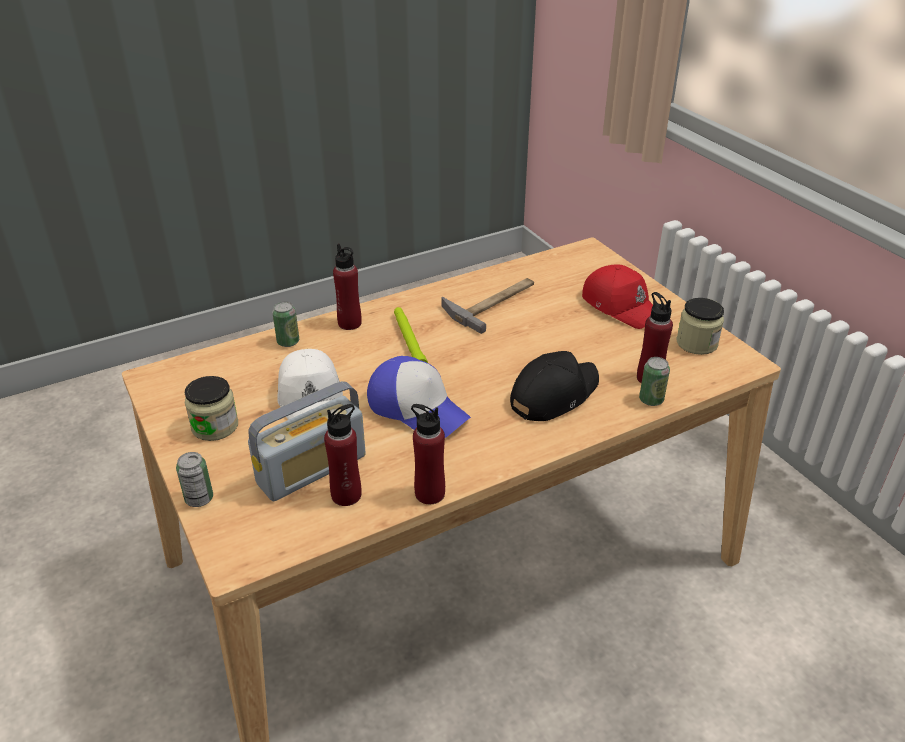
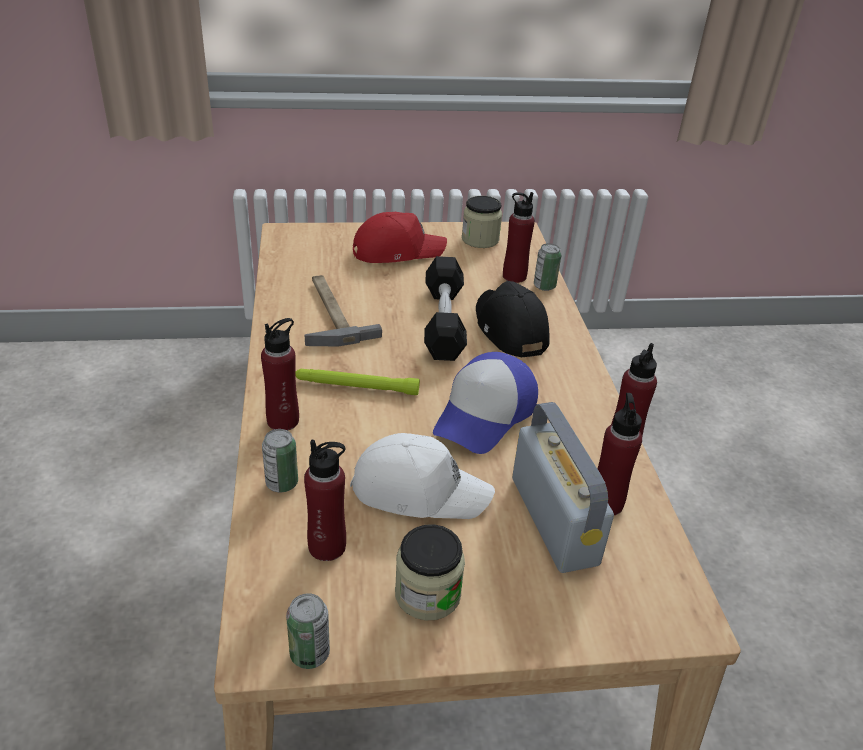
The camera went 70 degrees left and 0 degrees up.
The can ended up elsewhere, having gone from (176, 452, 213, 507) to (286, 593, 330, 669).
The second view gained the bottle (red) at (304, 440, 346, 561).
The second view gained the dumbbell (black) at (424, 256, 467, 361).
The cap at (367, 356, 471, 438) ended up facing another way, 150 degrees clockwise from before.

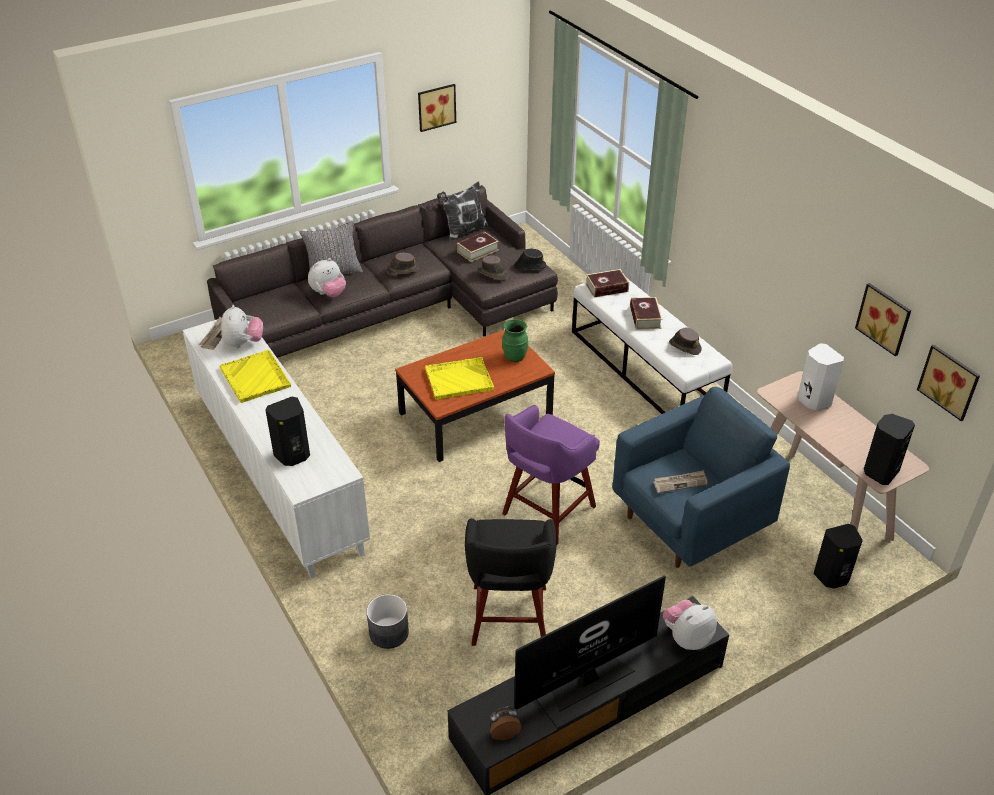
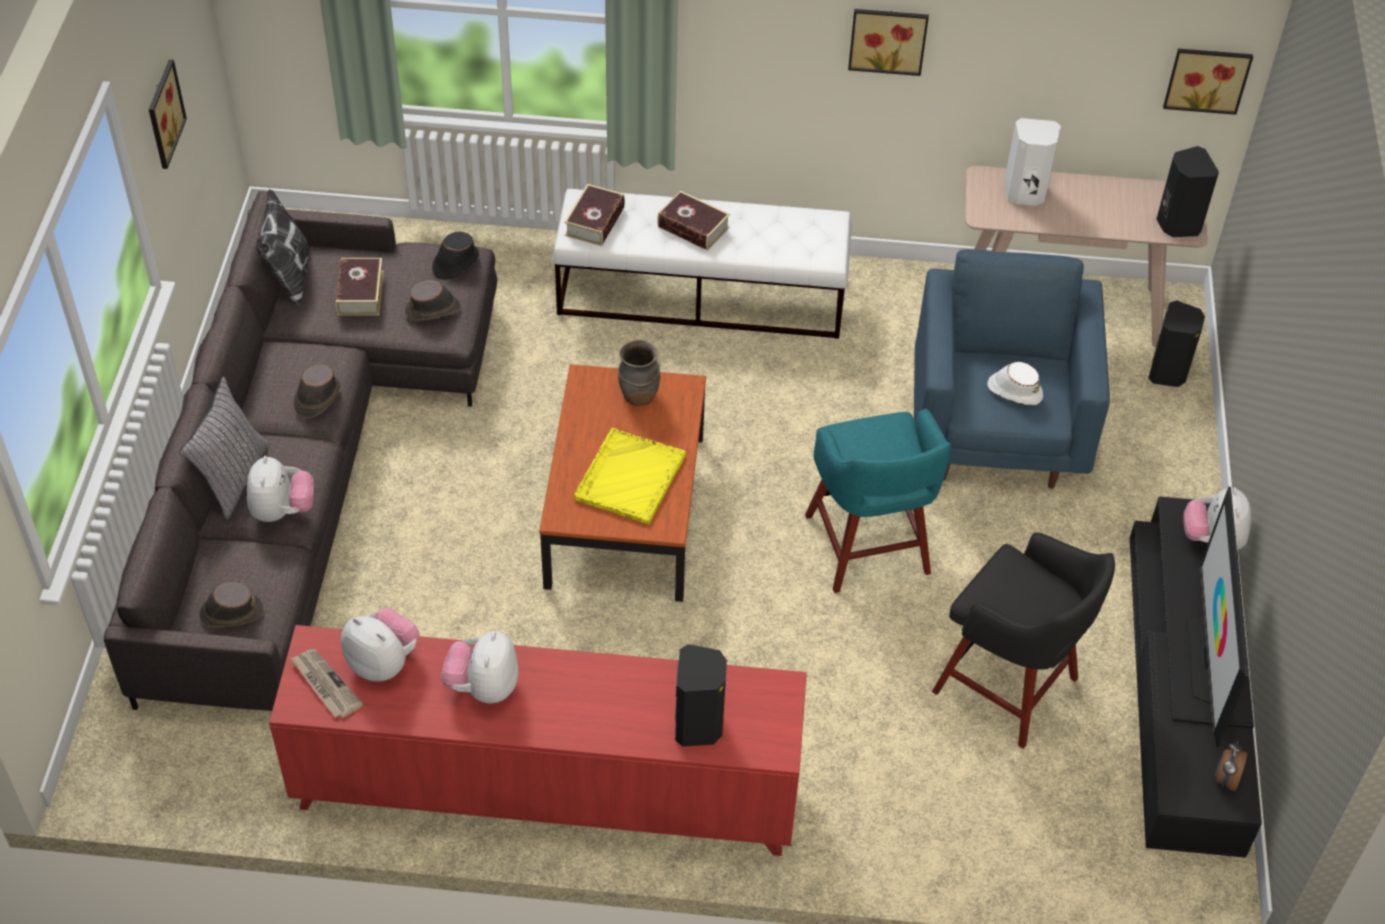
The camera went 55 degrees left and 10 degrees up.
The hat (brown) ended up elsewhere, having gone from (669, 328, 702, 355) to (199, 582, 263, 627).
What was the cabinet (white) at (183, 311, 370, 578) turned into the cabinet (red) at (269, 625, 807, 856).
Where the tray (yellow) stood at (219, 350, 291, 403), the plush toy came to stand at (441, 631, 518, 703).
What was the vase (green) at (502, 319, 528, 362) turned into the vase (brown) at (618, 339, 660, 406).
What was the stool (purple) at (502, 405, 600, 545) turned into the stool (turquoise) at (805, 408, 951, 593).
The picture ended up elsewhere, having gone from (855, 283, 911, 356) to (848, 9, 929, 76).
Where the newspaper stood at (653, 470, 707, 493), the hat (white) came to stand at (987, 362, 1043, 405).
The second view lost the planter (grey) at (366, 594, 409, 649).

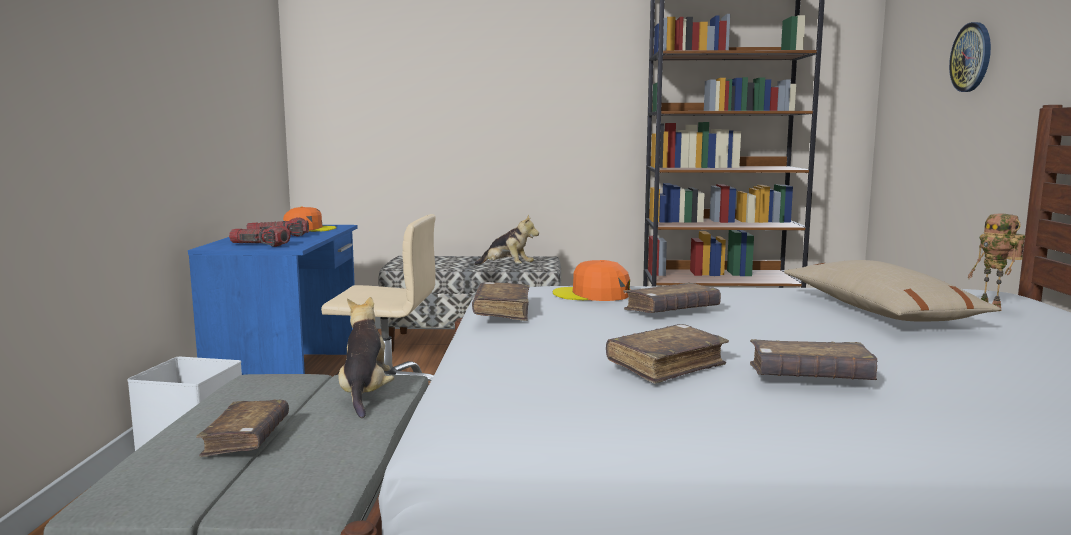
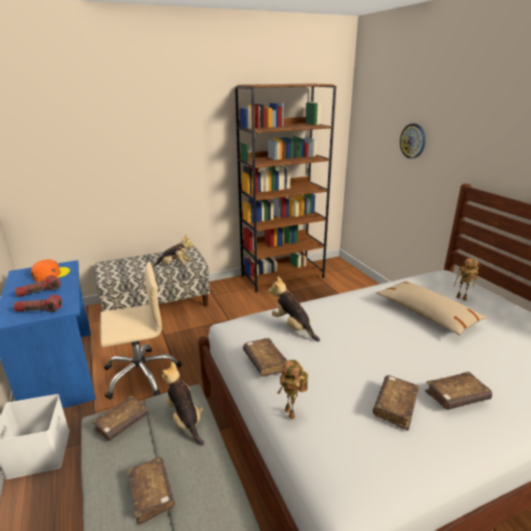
The camera went 25 degrees left and 15 degrees up.
The book (brown) ended up elsewhere, having gone from (623, 283, 721, 313) to (92, 395, 149, 441).
Where the cap (orange) stood at (553, 260, 630, 301), the plush toy came to stand at (268, 276, 320, 342).
The second view gained the toy robot at (277, 360, 308, 419).

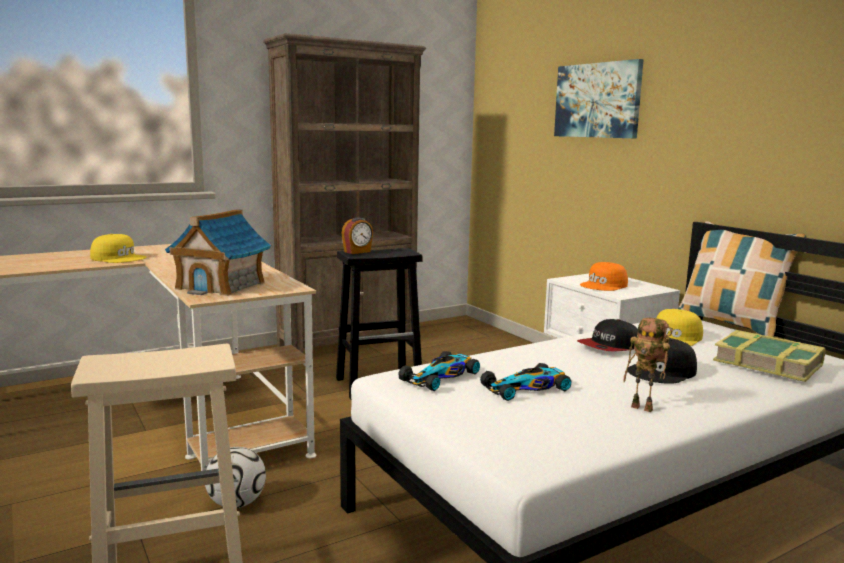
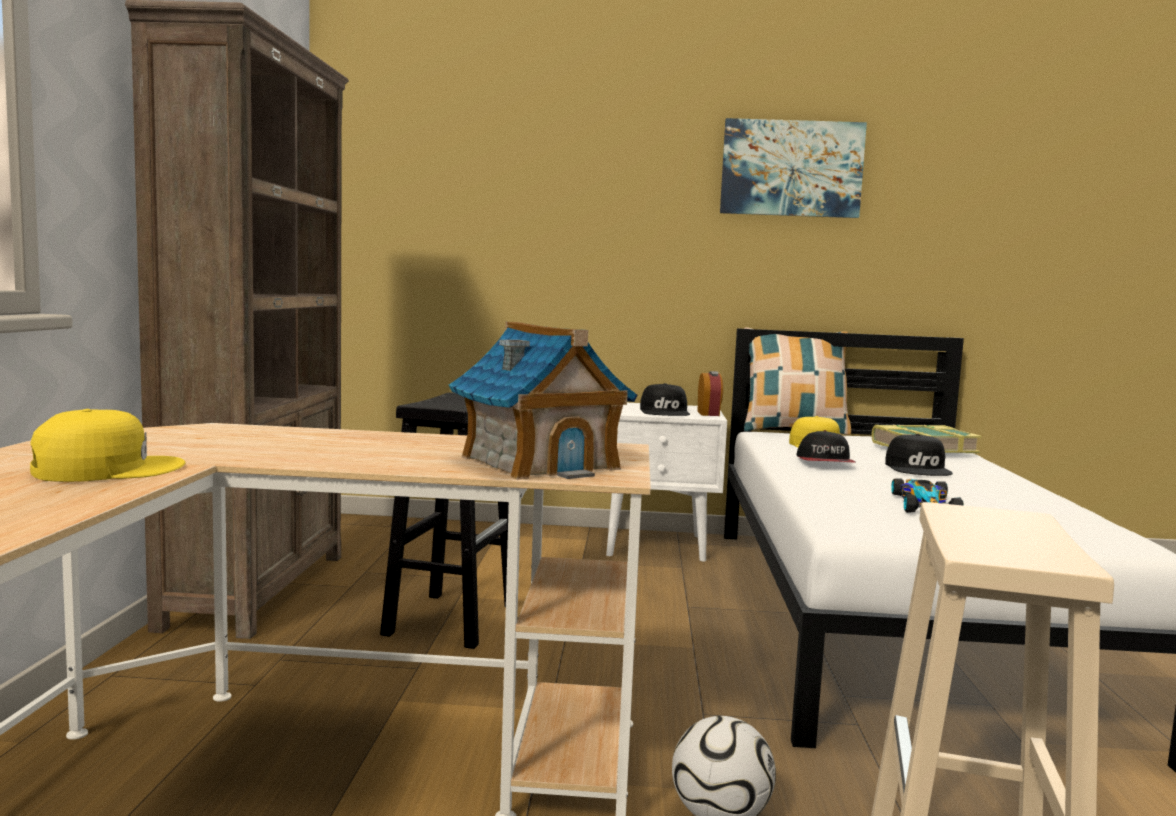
The camera went 55 degrees left and 5 degrees down.
What was the cap (orange) at (580, 262, 628, 291) turned into the cap (black) at (640, 383, 690, 416).
The alarm clock ended up elsewhere, having gone from (341, 217, 373, 254) to (698, 371, 723, 416).
The picture ended up elsewhere, having gone from (554, 59, 644, 138) to (720, 118, 867, 218).
The second view lost the toy car at (398, 351, 480, 391).
The second view lost the toy robot at (623, 318, 672, 412).

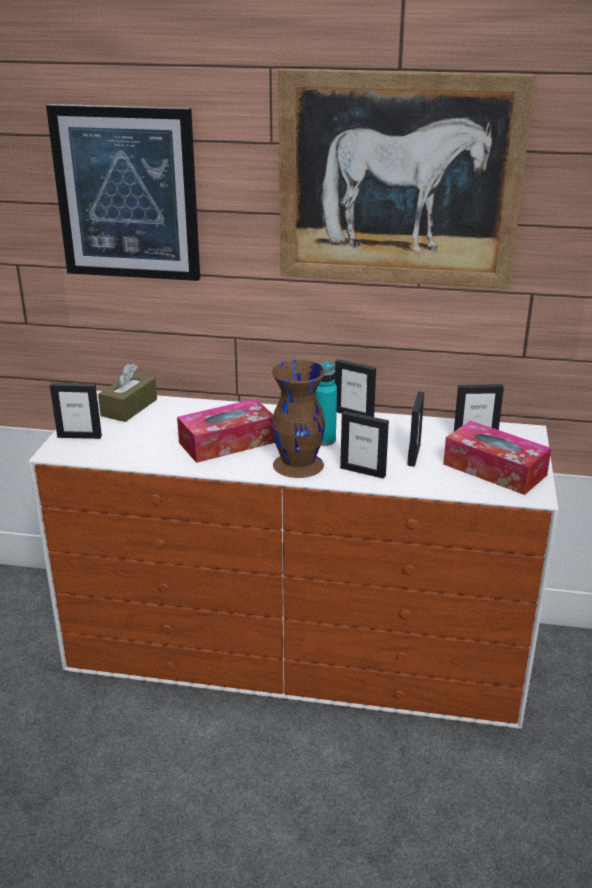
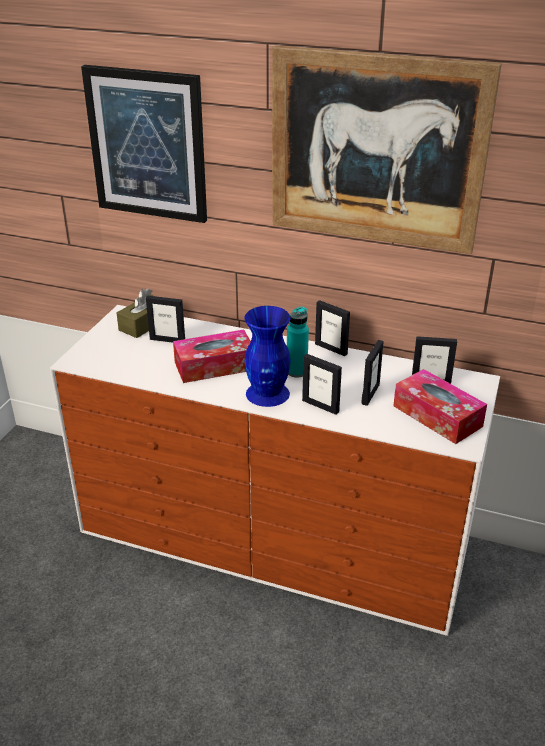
The camera went 10 degrees right and 5 degrees up.
The picture frame ended up elsewhere, having gone from (50, 383, 102, 439) to (146, 296, 185, 343).
What was the vase (brown) at (272, 360, 325, 478) turned into the vase (blue) at (244, 306, 291, 407).

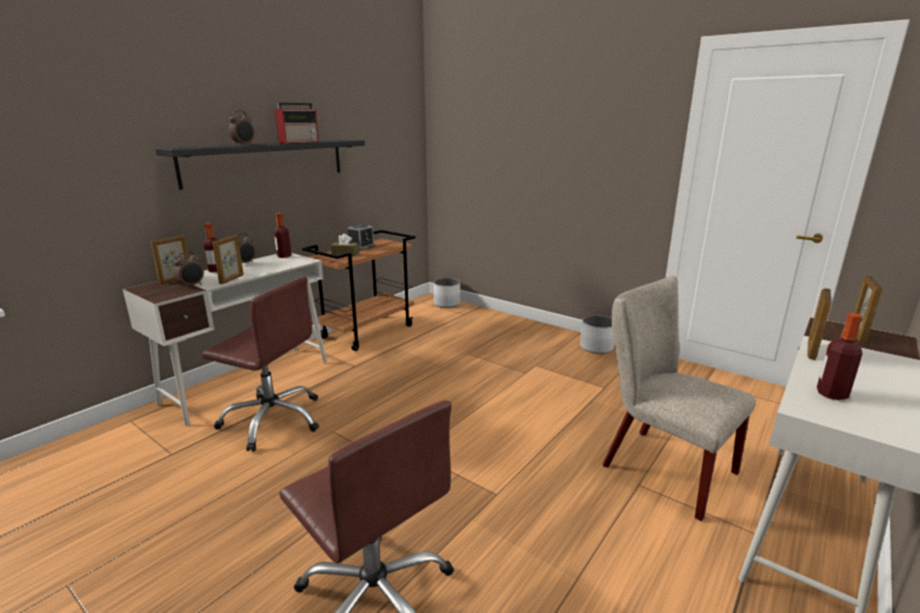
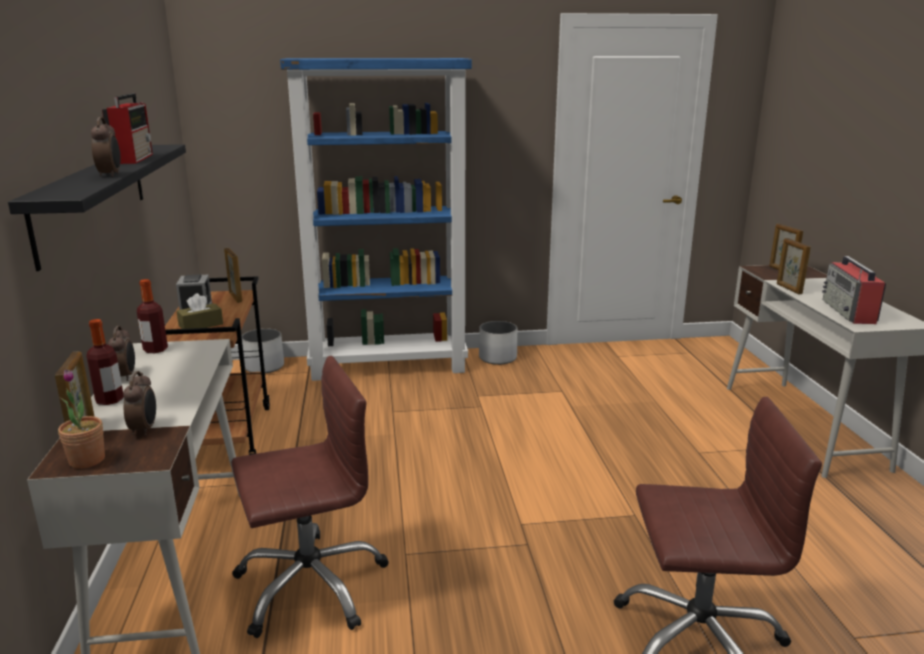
The camera went 45 degrees left and 0 degrees up.
The second view gained the potted plant at (58, 369, 105, 469).
The picture frame ended up elsewhere, having gone from (212, 235, 244, 284) to (224, 248, 242, 303).
The second view gained the bookcase (blue) at (280, 58, 472, 381).
Where the bottle stood at (817, 313, 863, 400), the radio came to stand at (822, 256, 886, 324).
The second view lost the chair (beige) at (603, 276, 756, 521).

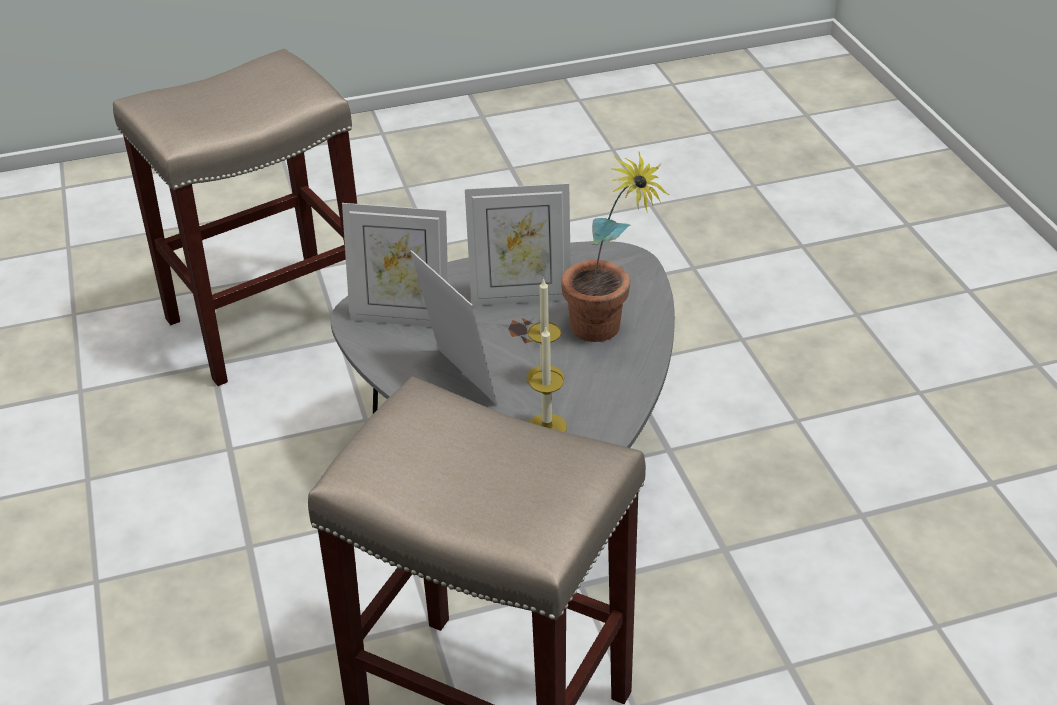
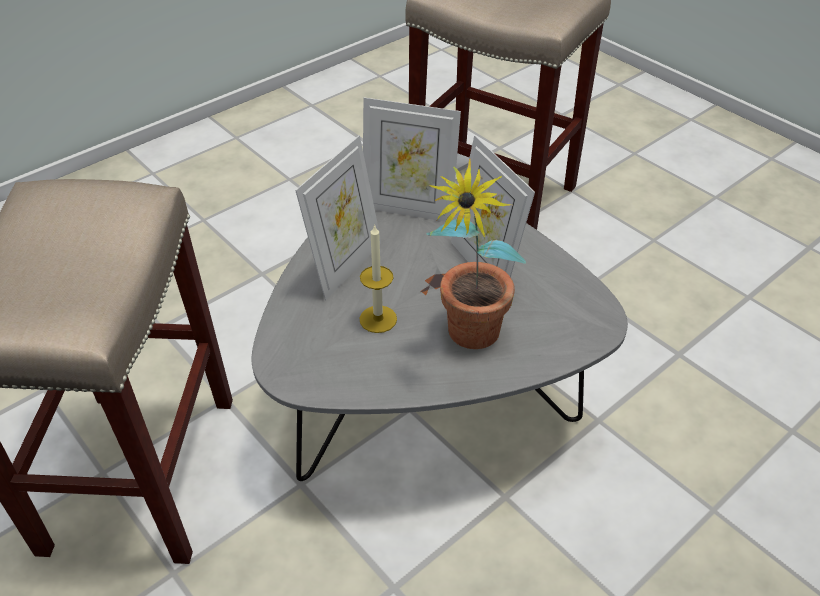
The camera went 65 degrees right and 5 degrees up.
The picture frame at (342, 203, 448, 327) ended up facing another way, 60 degrees counterclockwise from before.
The second view lost the candle at (529, 326, 567, 432).

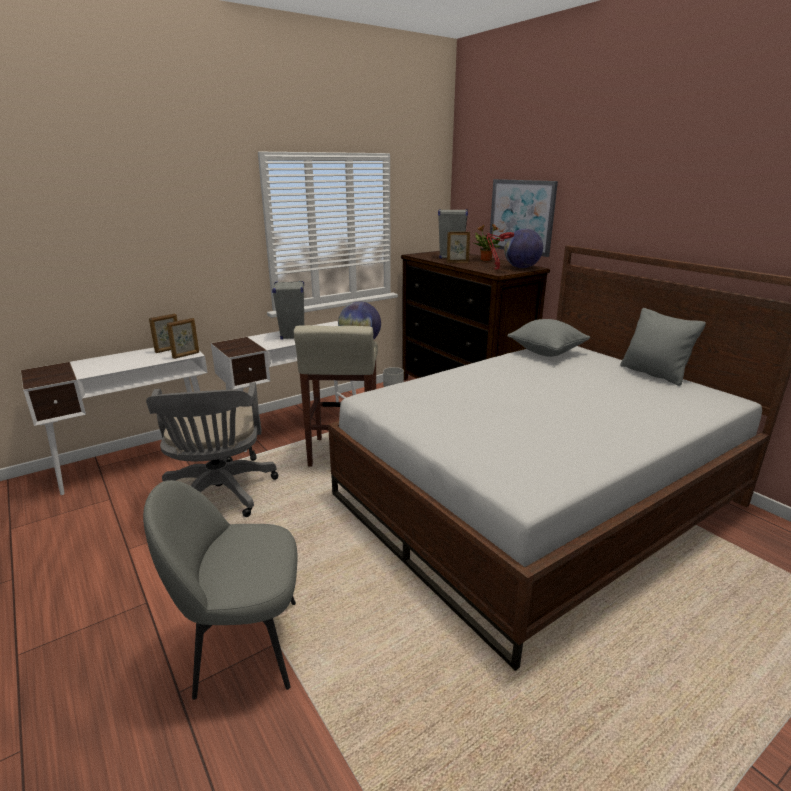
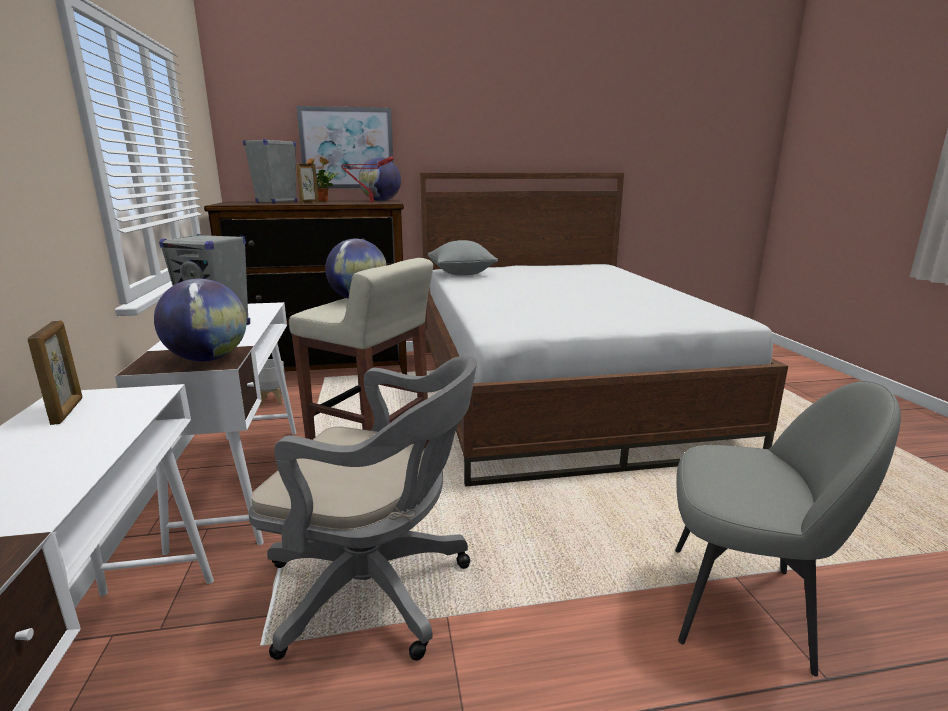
The camera went 65 degrees left and 5 degrees down.
The second view gained the globe at (154, 279, 247, 362).
The chair (grey) at (143, 480, 298, 700) ended up facing another way, 90 degrees counterclockwise from before.
The second view lost the picture frame at (167, 318, 199, 359).
The second view lost the pillow (grey) at (620, 308, 706, 386).

